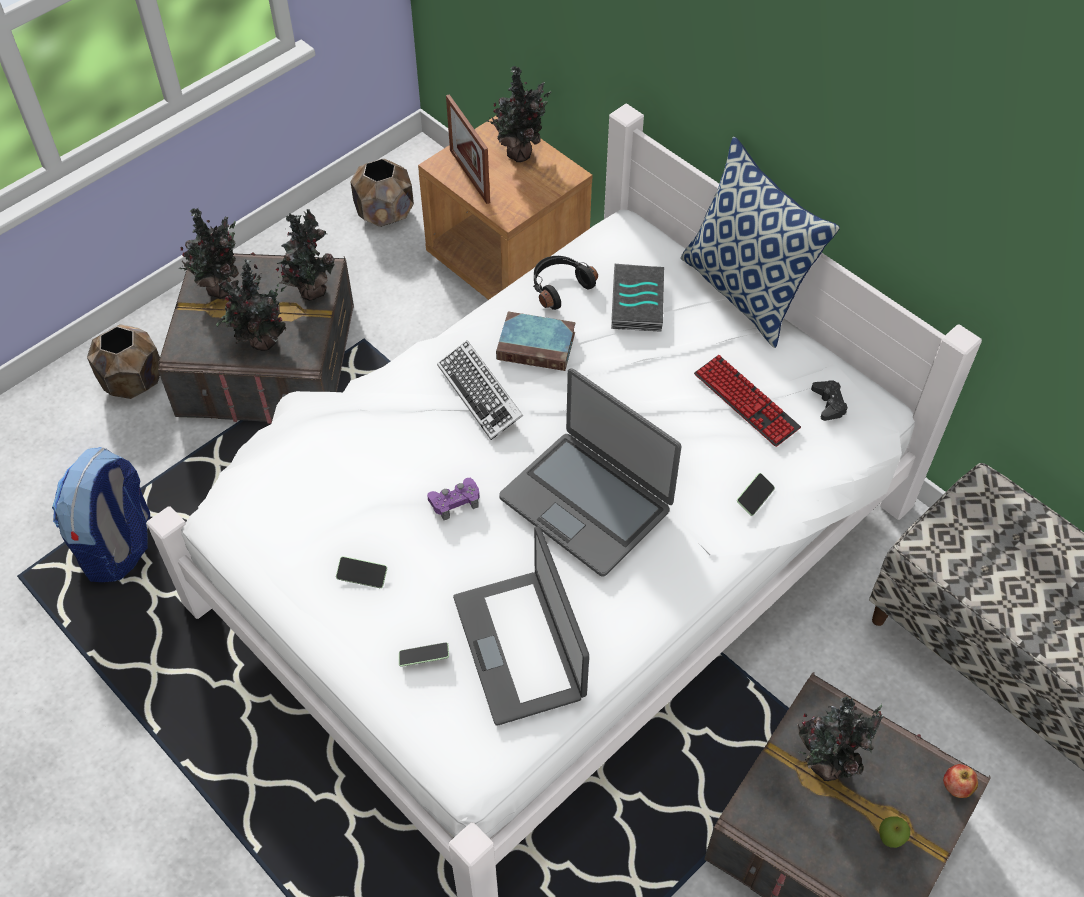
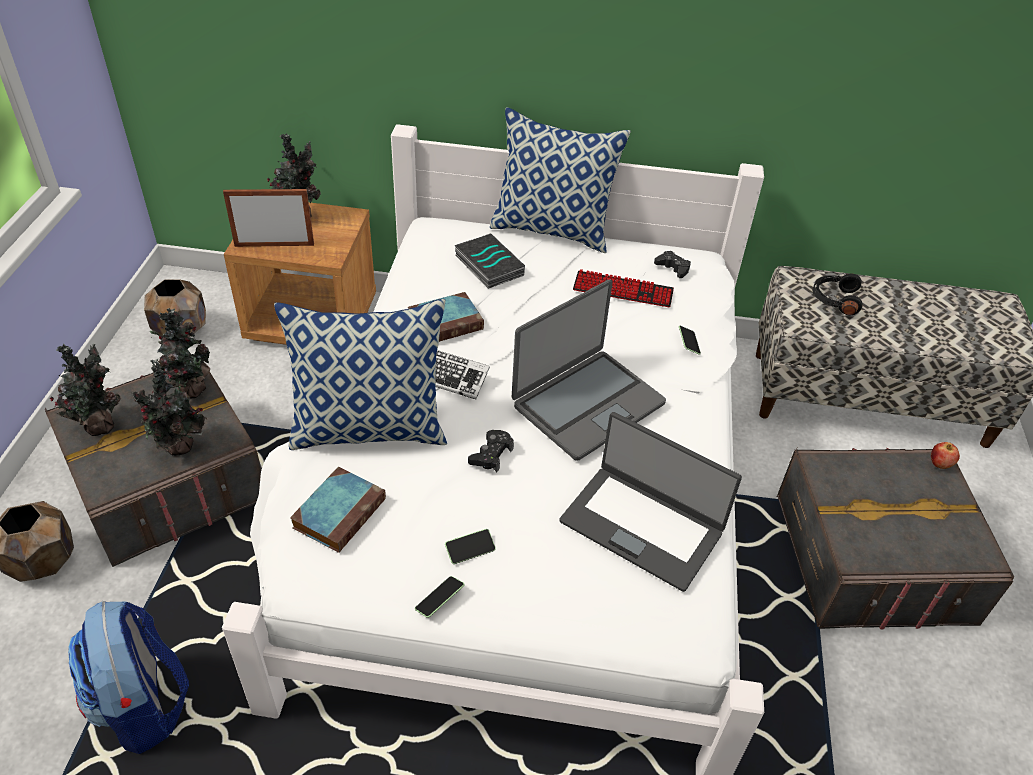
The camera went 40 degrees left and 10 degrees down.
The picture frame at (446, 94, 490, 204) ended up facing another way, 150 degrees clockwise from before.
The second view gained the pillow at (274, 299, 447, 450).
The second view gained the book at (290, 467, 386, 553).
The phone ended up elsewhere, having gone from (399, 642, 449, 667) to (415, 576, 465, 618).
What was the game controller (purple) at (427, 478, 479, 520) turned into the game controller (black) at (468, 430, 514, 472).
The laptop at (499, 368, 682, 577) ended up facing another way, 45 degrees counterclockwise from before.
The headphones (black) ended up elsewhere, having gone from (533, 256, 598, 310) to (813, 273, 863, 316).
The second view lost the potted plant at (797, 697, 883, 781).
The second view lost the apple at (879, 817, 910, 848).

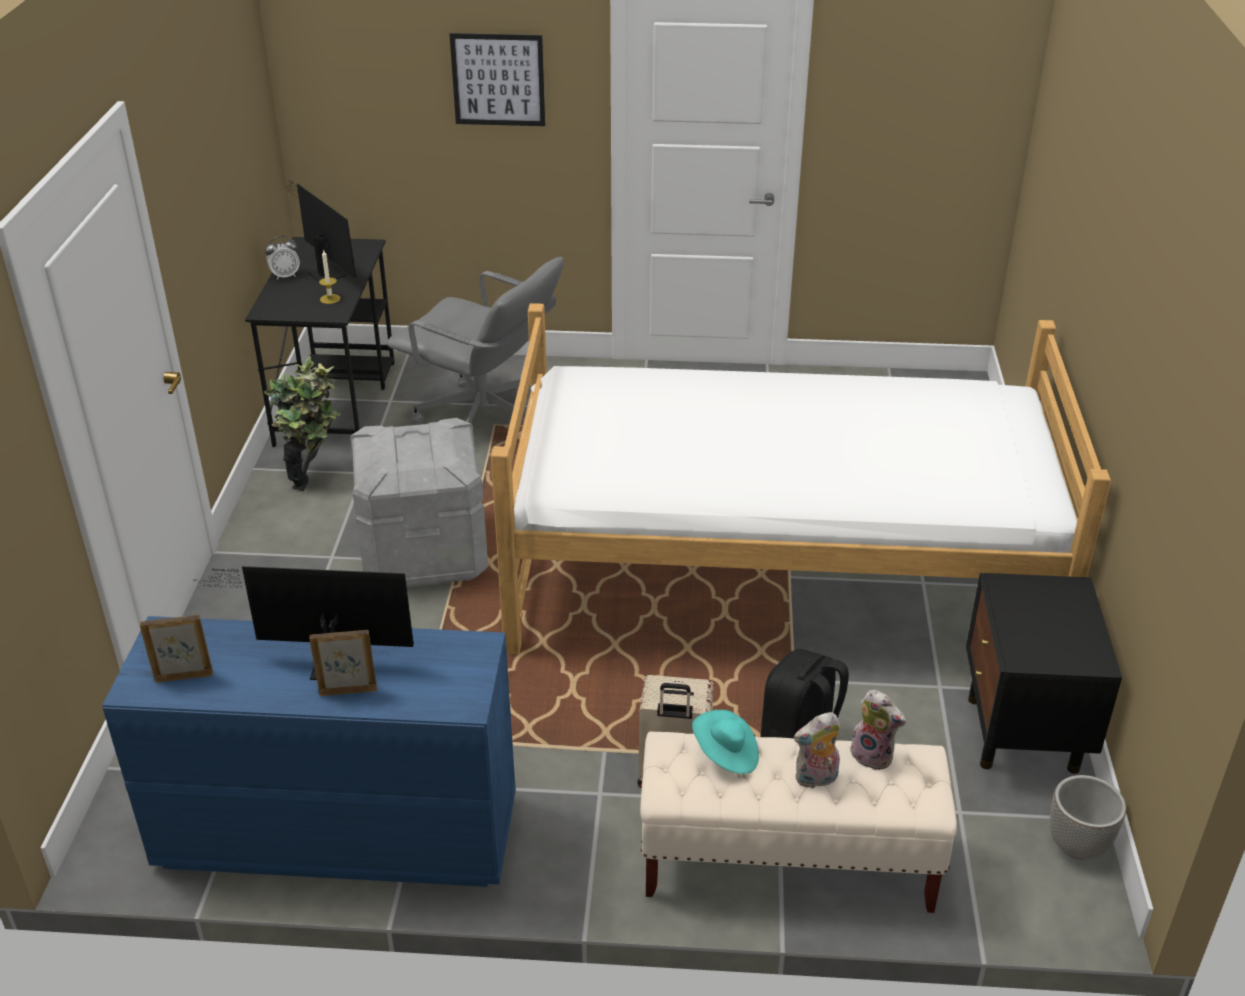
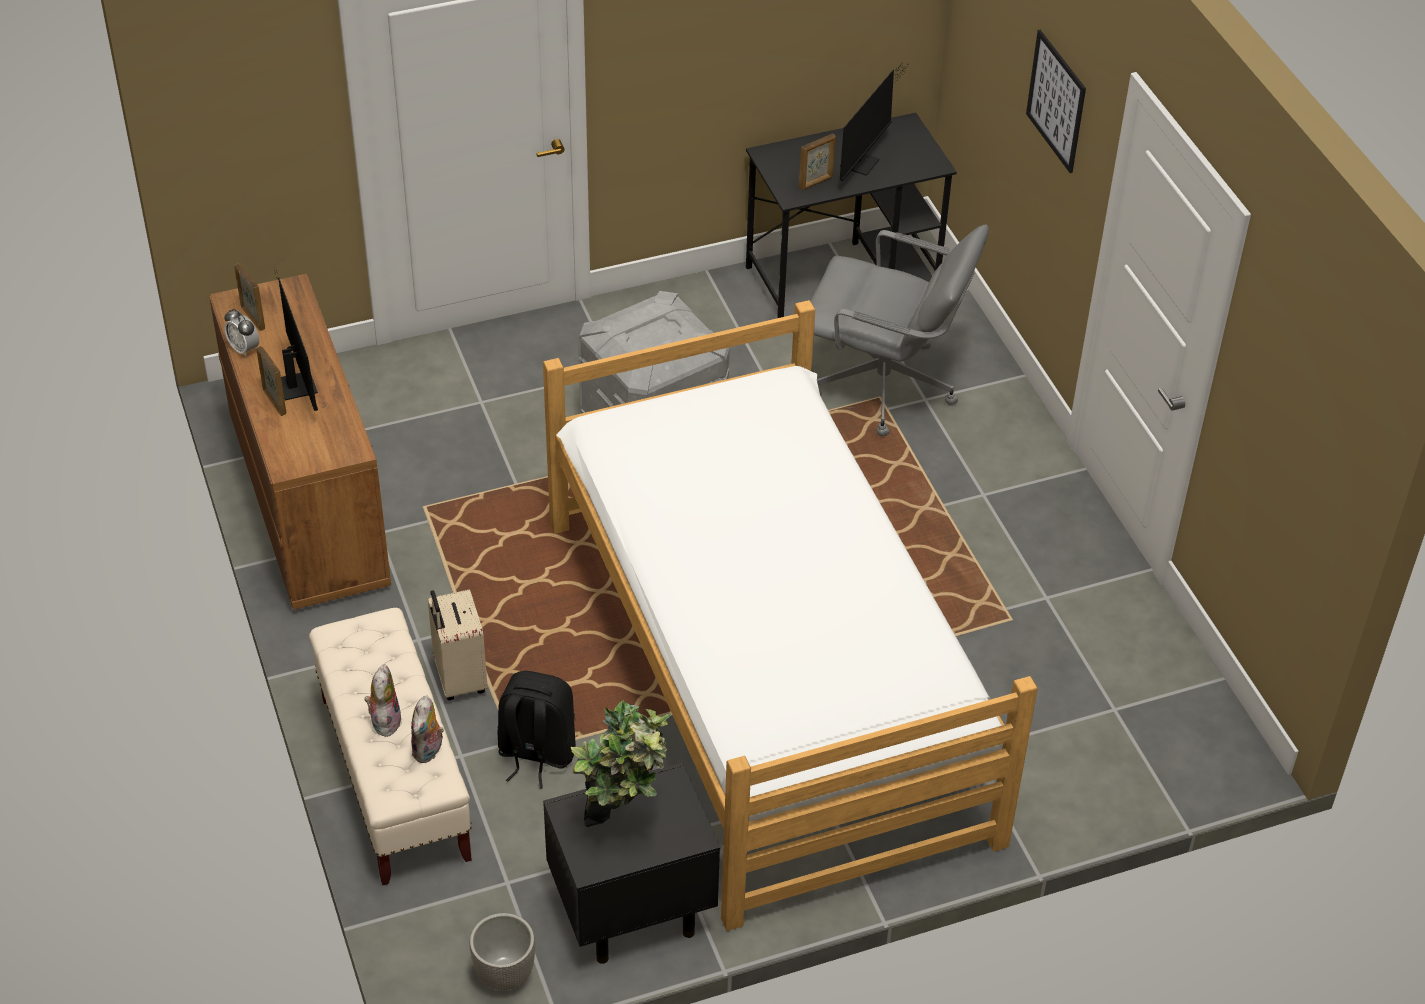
The camera went 65 degrees right and 10 degrees up.
What was the dresser (blue) at (102, 616, 516, 887) turned into the dresser (brown) at (209, 274, 391, 610).
The alarm clock ended up elsewhere, having gone from (265, 236, 300, 280) to (224, 309, 259, 357).
The plush toy at (794, 712, 840, 789) ended up facing another way, 45 degrees clockwise from before.
The potted plant ended up elsewhere, having gone from (264, 356, 341, 491) to (571, 700, 672, 827).
Where the candle stood at (319, 249, 340, 304), the picture frame came to stand at (799, 134, 835, 190).
The office chair (grey) at (387, 257, 564, 424) ended up facing another way, 75 degrees counterclockwise from before.
The second view lost the hat (turquoise) at (692, 710, 759, 774).

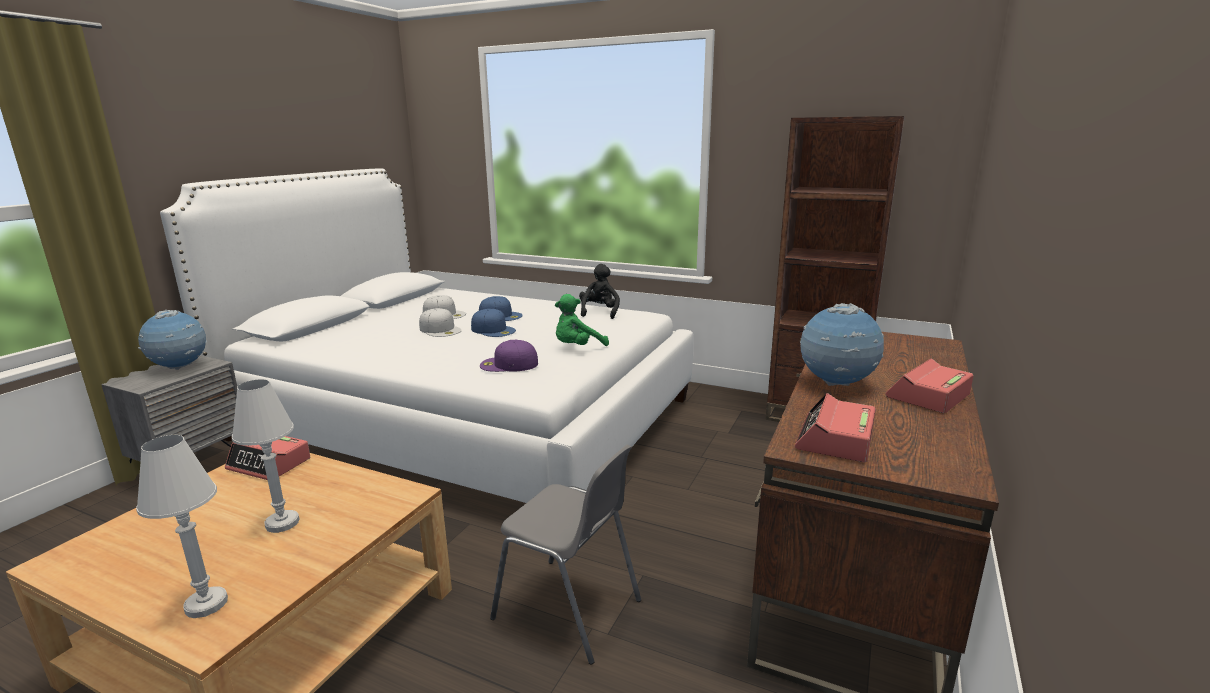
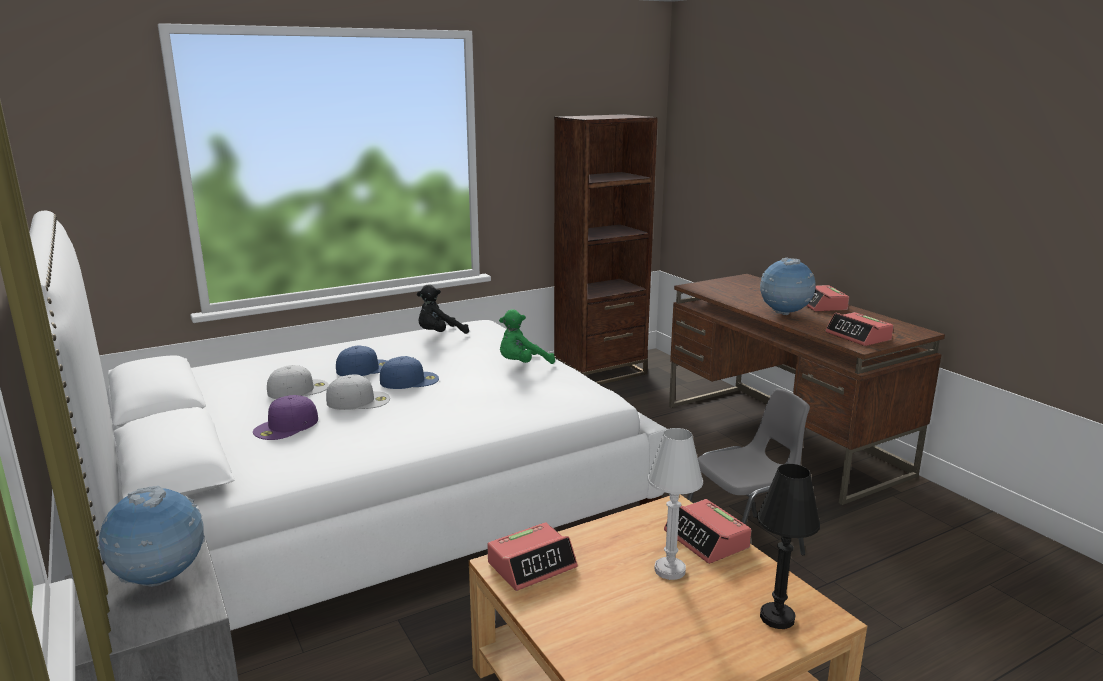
The camera went 55 degrees left and 0 degrees up.
The cap (purple) ended up elsewhere, having gone from (480, 340, 538, 372) to (253, 395, 318, 440).
The plush toy (black) at (579, 264, 620, 319) ended up facing another way, 75 degrees counterclockwise from before.
The plush toy (green) at (555, 294, 609, 346) ended up facing another way, 60 degrees clockwise from before.
The second view gained the alarm clock at (664, 499, 751, 564).
What was the table lamp (white) at (136, 435, 228, 618) turned into the table lamp (black) at (757, 464, 820, 629).

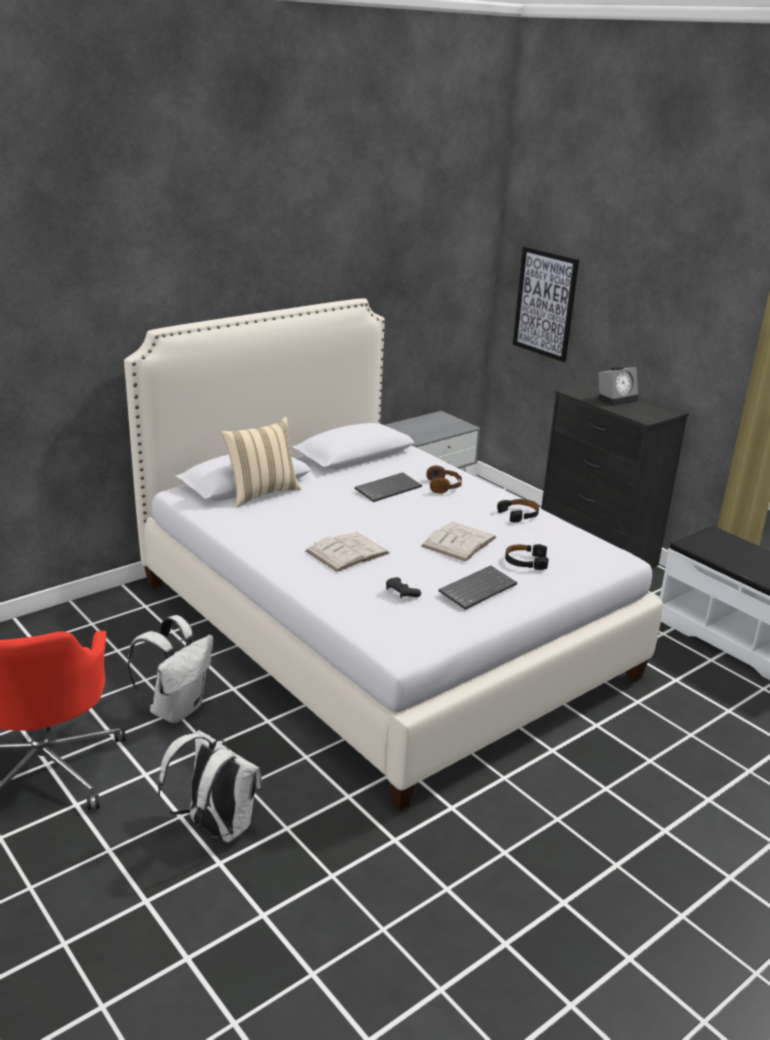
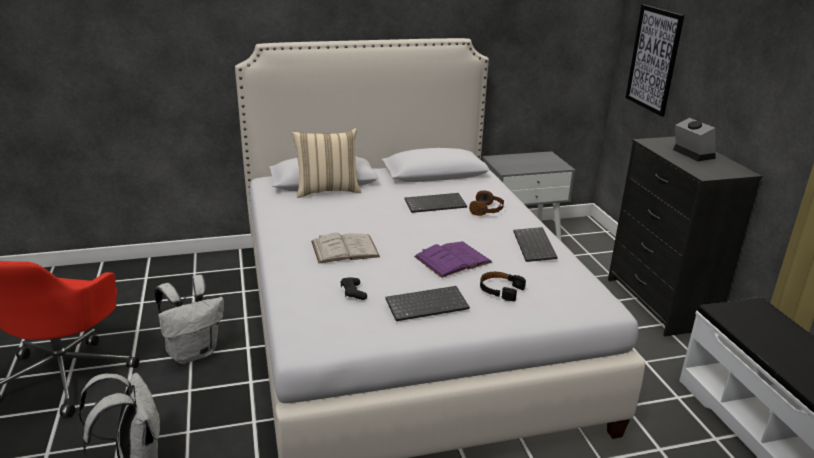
The camera went 25 degrees right and 0 degrees up.
What was the book (white) at (421, 522, 496, 561) turned into the book (purple) at (414, 241, 492, 278).
Where the headphones (black) stood at (497, 499, 539, 522), the keyboard came to stand at (513, 227, 558, 262).
The alarm clock at (598, 366, 638, 406) ended up facing another way, 105 degrees counterclockwise from before.

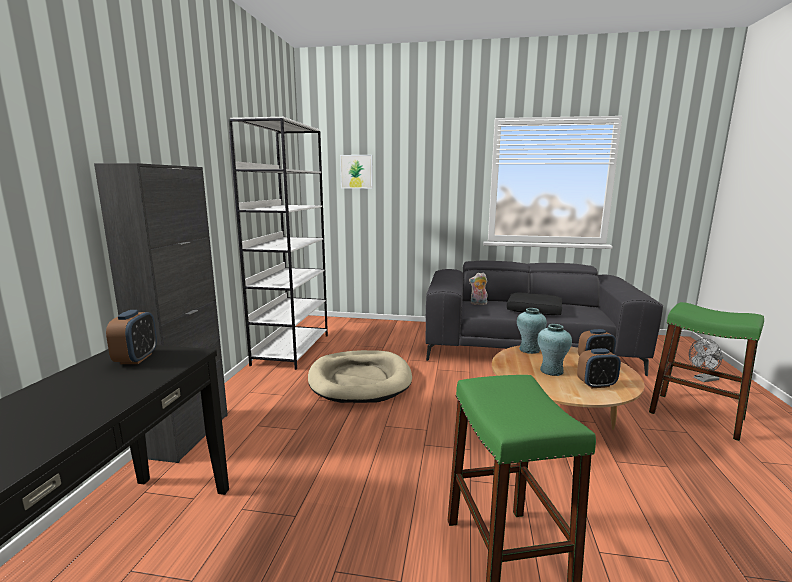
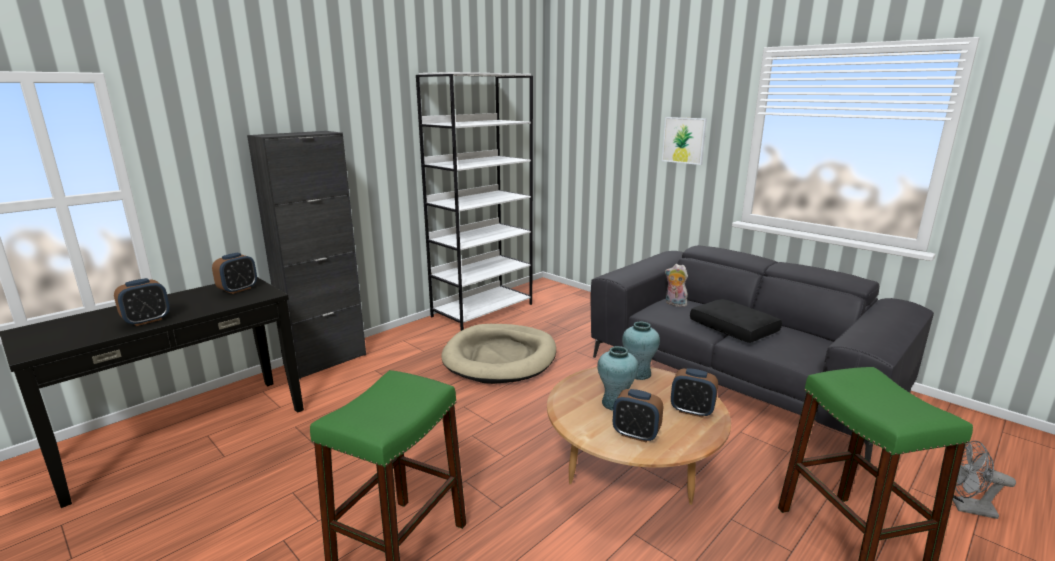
The camera went 35 degrees right and 5 degrees up.
The second view gained the alarm clock at (114, 278, 170, 326).
The picture ended up elsewhere, having gone from (340, 155, 373, 189) to (662, 117, 707, 165).

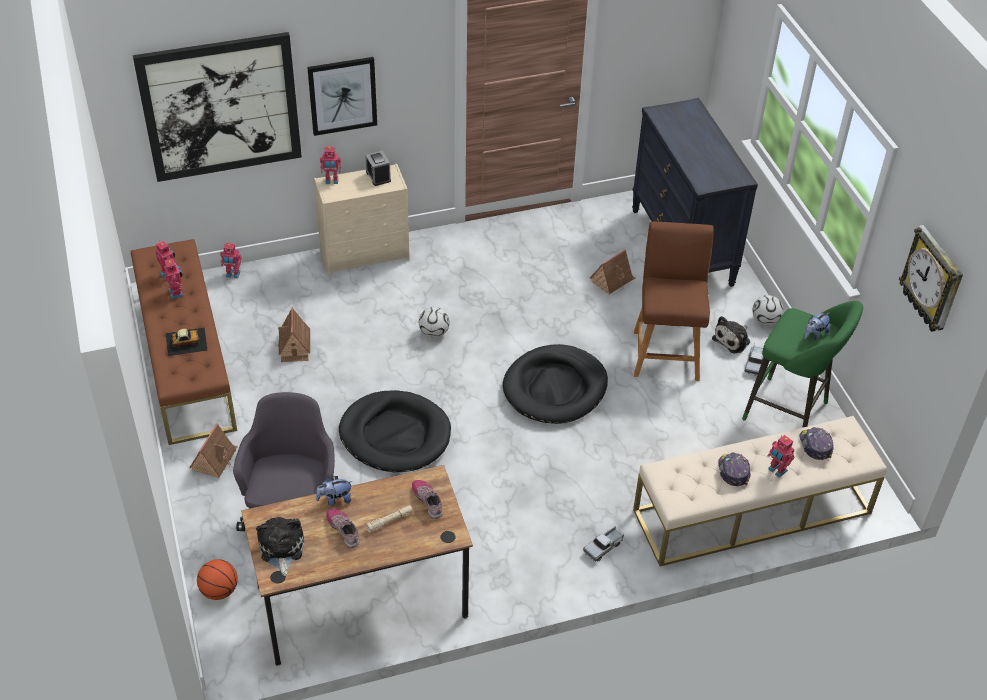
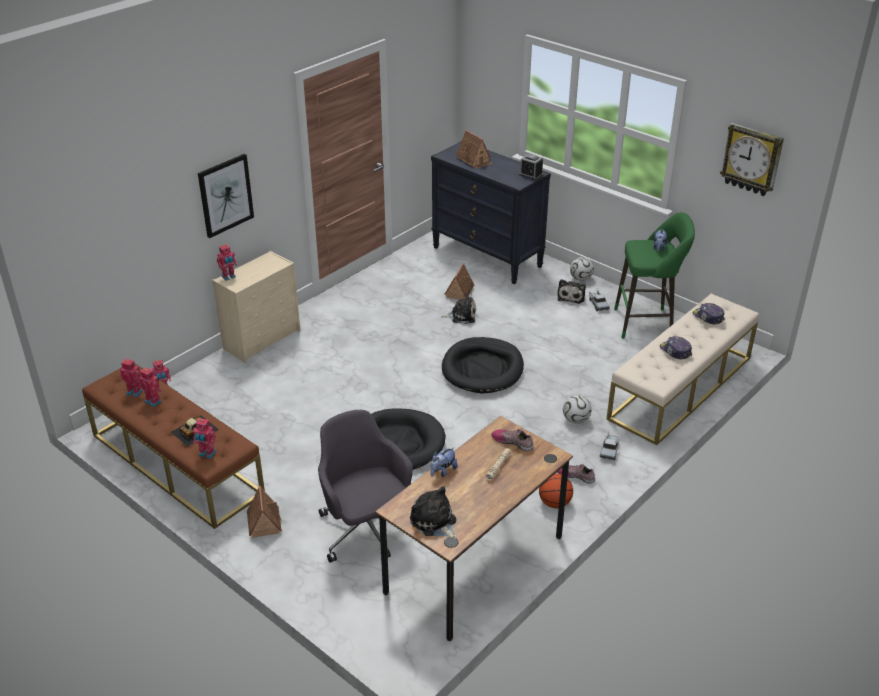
The camera went 30 degrees left and 10 degrees down.
The toy robot ended up elsewhere, having gone from (767, 435, 795, 478) to (193, 418, 216, 458).
The second view gained the plush toy at (442, 293, 476, 324).
The toy house ended up elsewhere, having gone from (278, 307, 310, 362) to (456, 130, 493, 169).
The alarm clock ended up elsewhere, having gone from (365, 151, 391, 186) to (519, 153, 543, 180).
The basketball ended up elsewhere, having gone from (197, 559, 238, 600) to (539, 474, 573, 508).
The shoe ended up elsewhere, having gone from (326, 509, 359, 548) to (557, 464, 595, 484).
The football ended up elsewhere, having gone from (419, 307, 450, 338) to (563, 395, 592, 424).
The second view lost the picture at (133, 32, 302, 182).
The second view lost the stool (brown) at (634, 221, 714, 381).

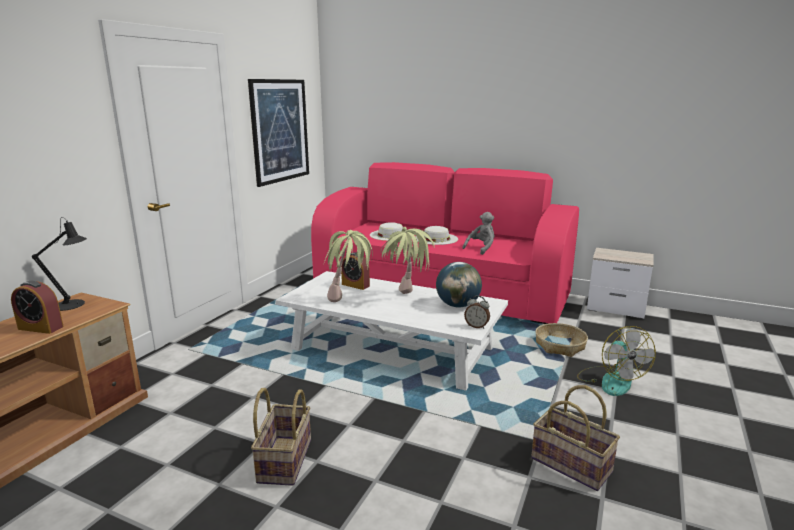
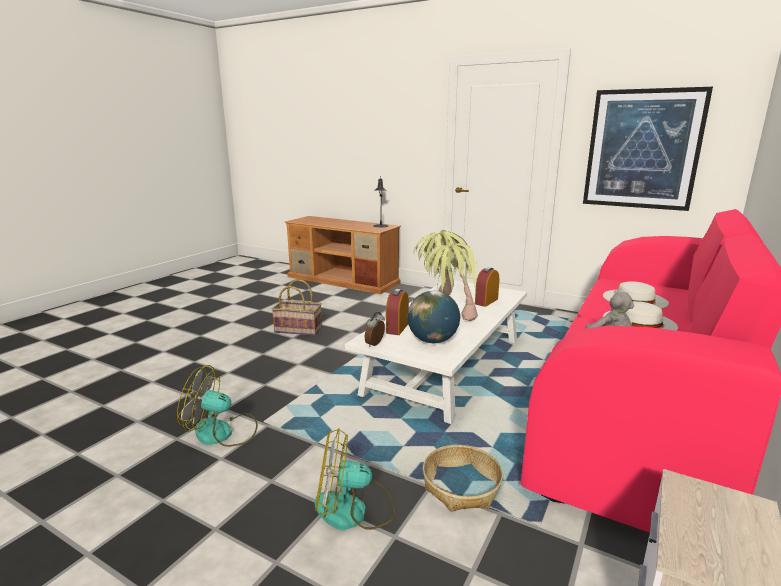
The camera went 95 degrees right and 0 degrees up.
Where the basket stood at (531, 385, 620, 491), the fan came to stand at (177, 365, 258, 447).
The alarm clock ended up elsewhere, having gone from (11, 281, 64, 334) to (386, 289, 409, 335).

